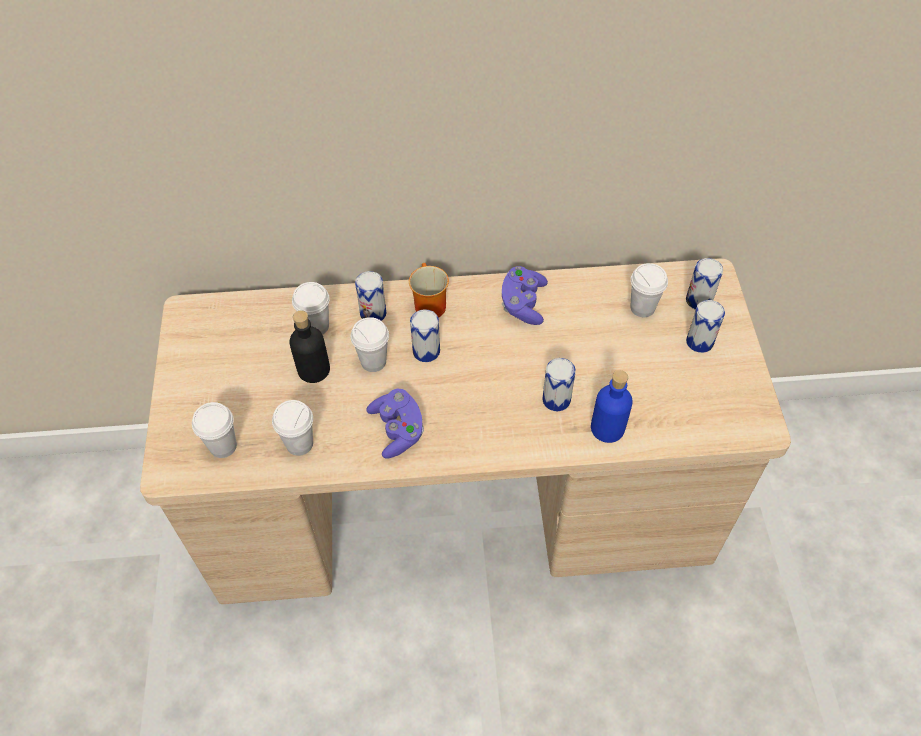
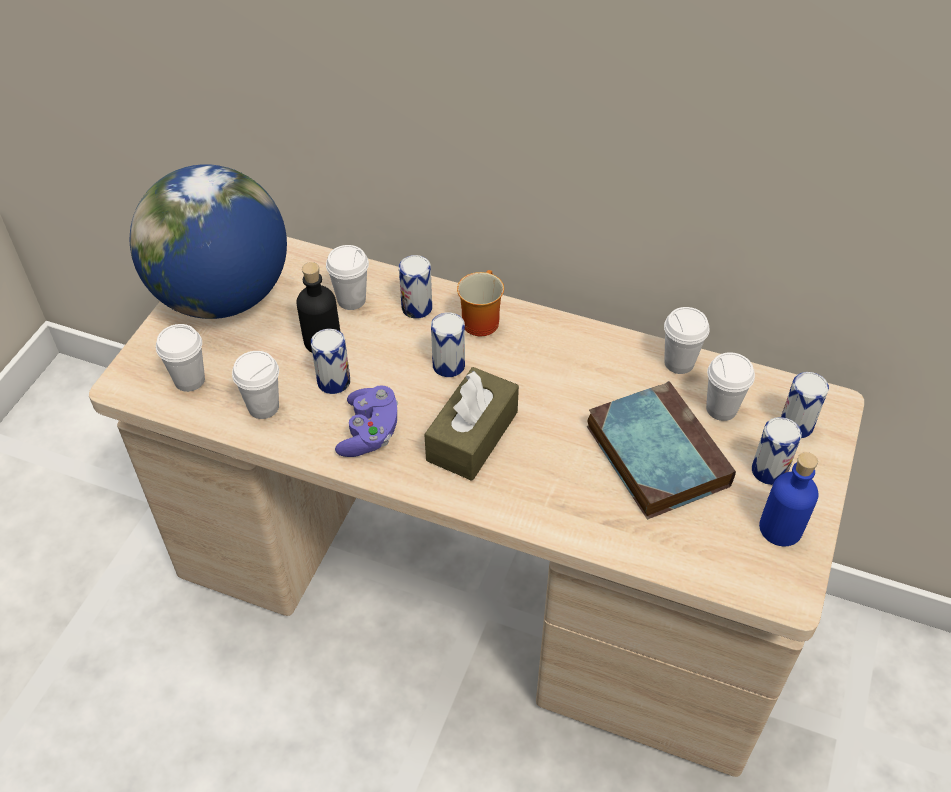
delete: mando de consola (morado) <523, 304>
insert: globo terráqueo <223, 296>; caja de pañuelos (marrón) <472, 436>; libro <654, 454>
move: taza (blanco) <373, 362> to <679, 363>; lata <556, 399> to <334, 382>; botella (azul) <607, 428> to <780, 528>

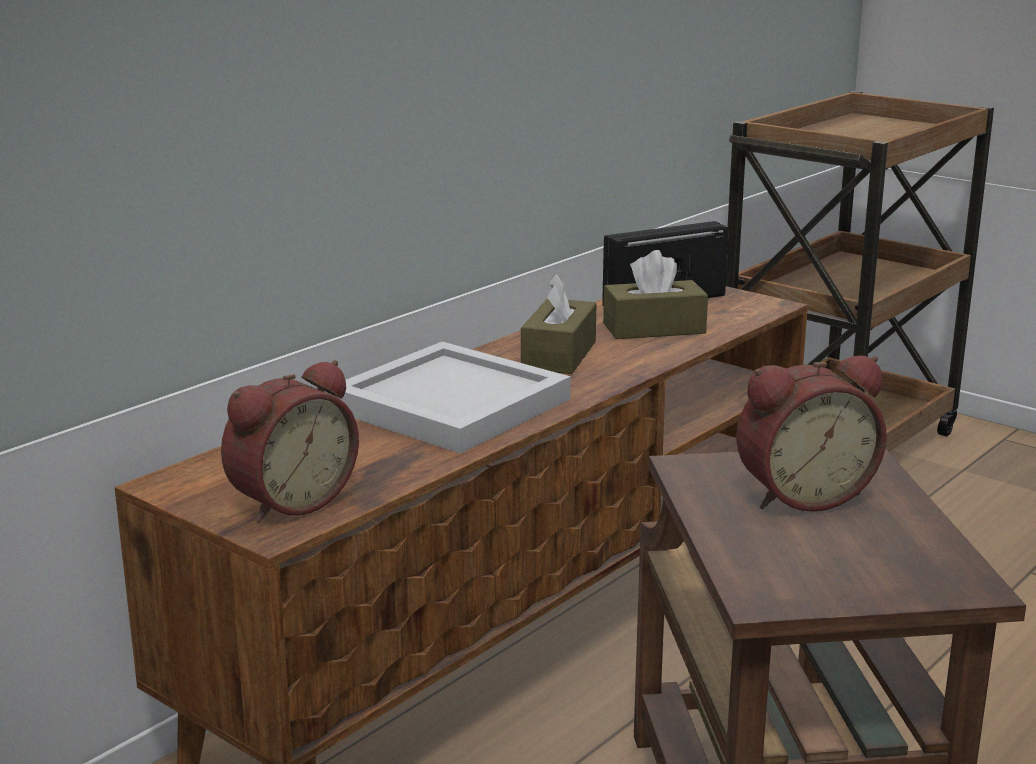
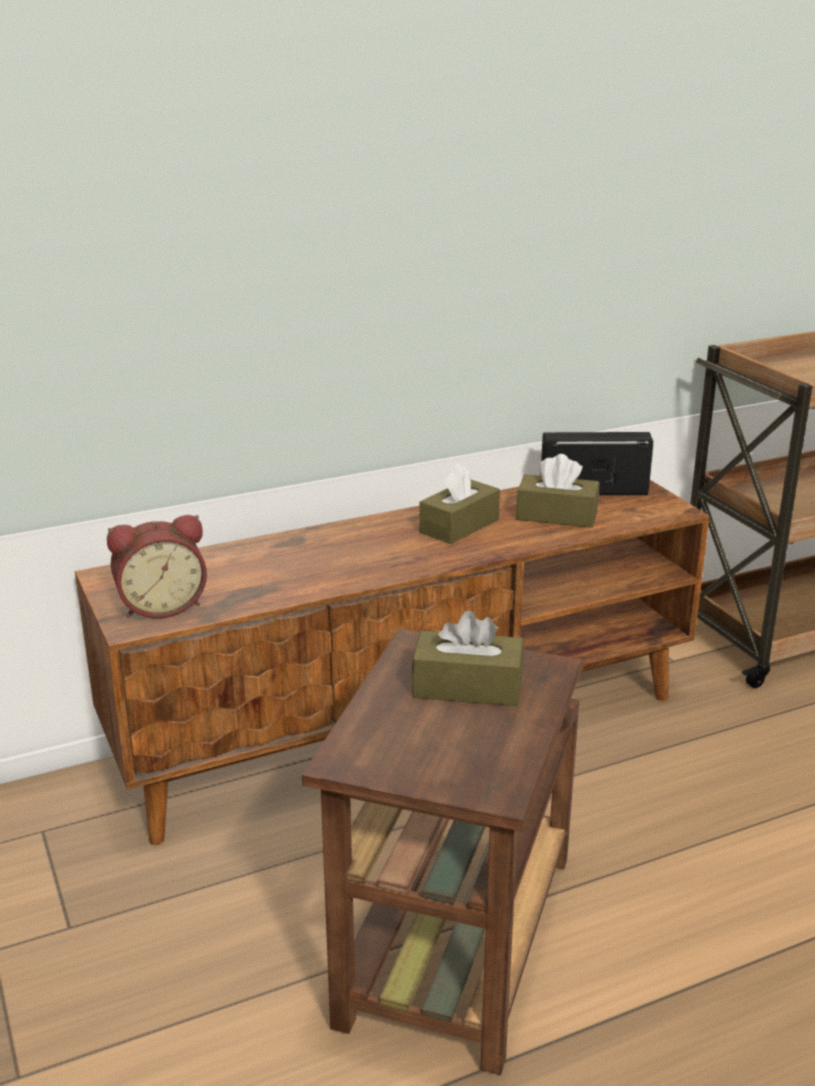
delete: bandeja (blanco) <451, 406>
replace: despertador <801, 495> to caja de pañuelos (marrón) <467, 687>

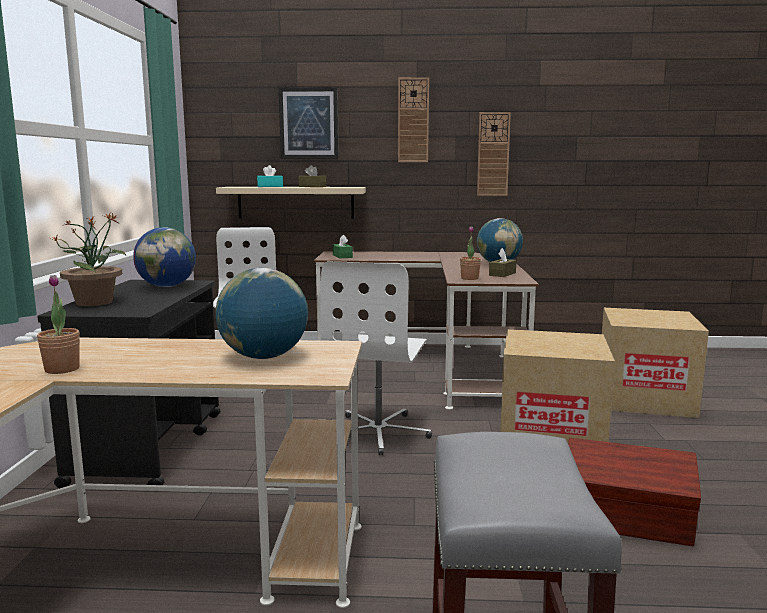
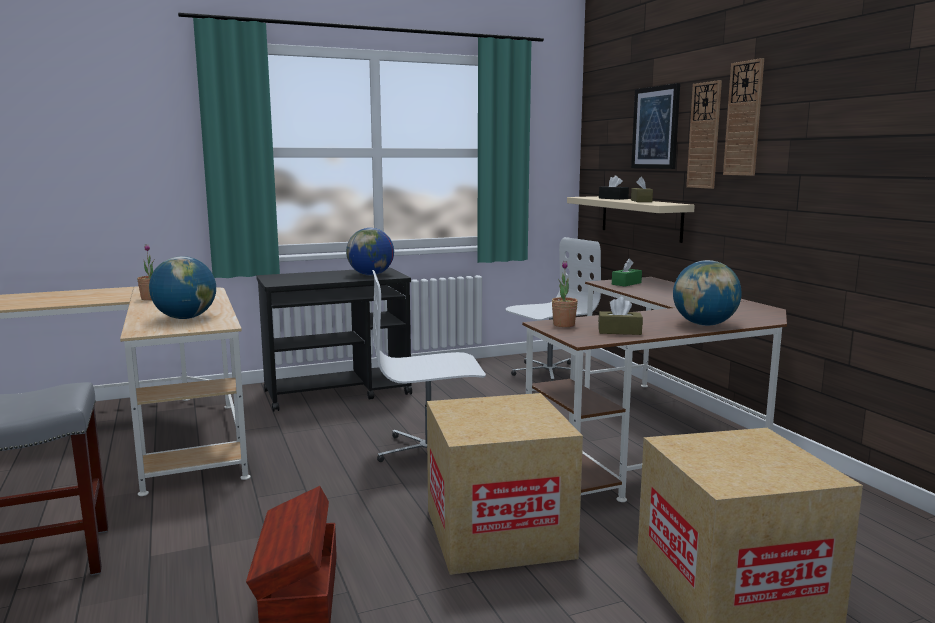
delete: planta en maceta <95, 302>
move: reloj de pared <493, 154> to <704, 135>
recolor: caja de pañuelos (turquesa) <270, 186> to caja de pañuelos (negro) <613, 198>

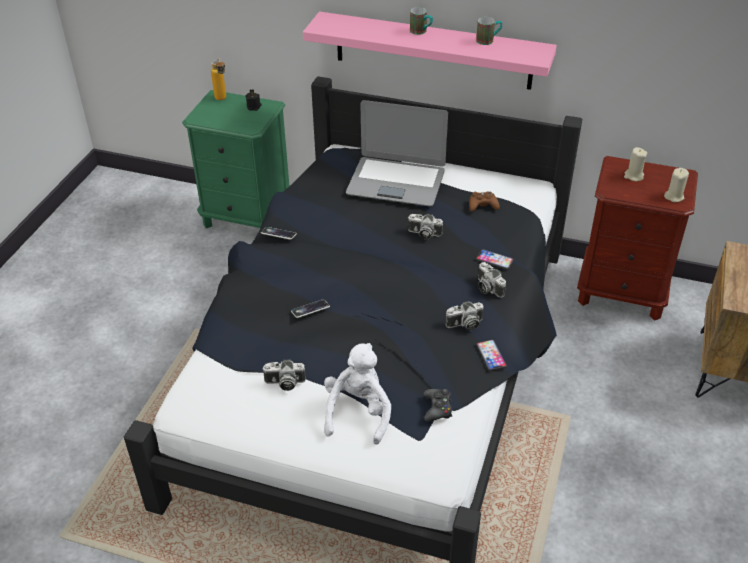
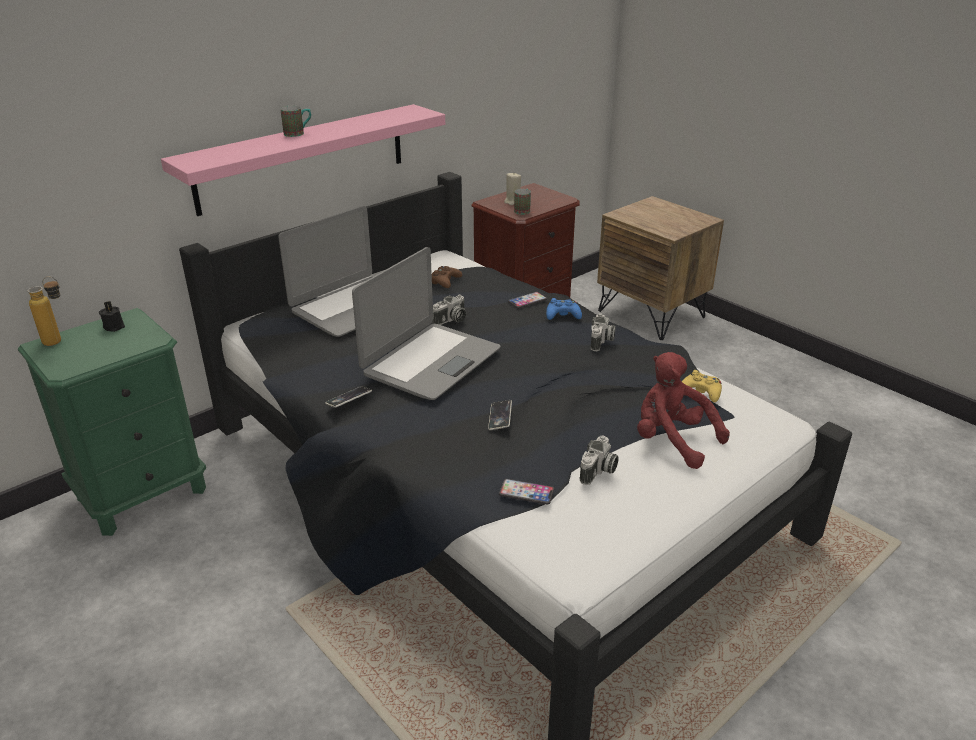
delete: vela (beis) <674, 196>
insert: portátil <430, 362>
move: taza grande <488, 40> to <523, 210>; móvil <491, 355> to <526, 492>
replace: cámara <487, 287> to mando de consola (azul) <562, 315>
recolor: peluche (blanco) <358, 412> to peluche (rojo) <672, 440>; mando de consola (negro) <437, 408> to mando de consola (amarillo) <701, 392>

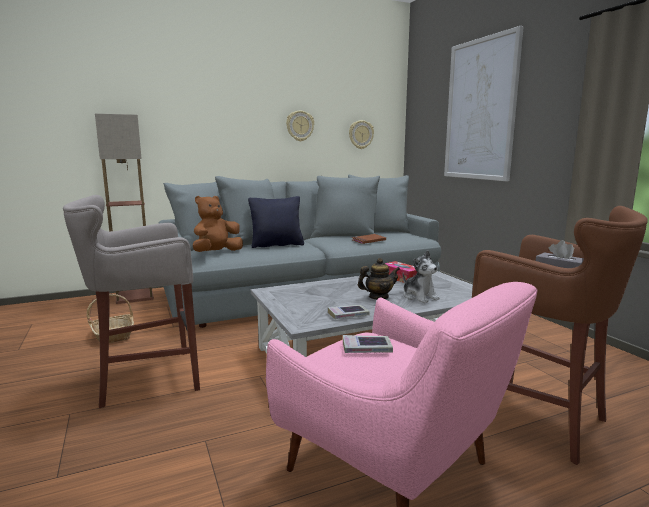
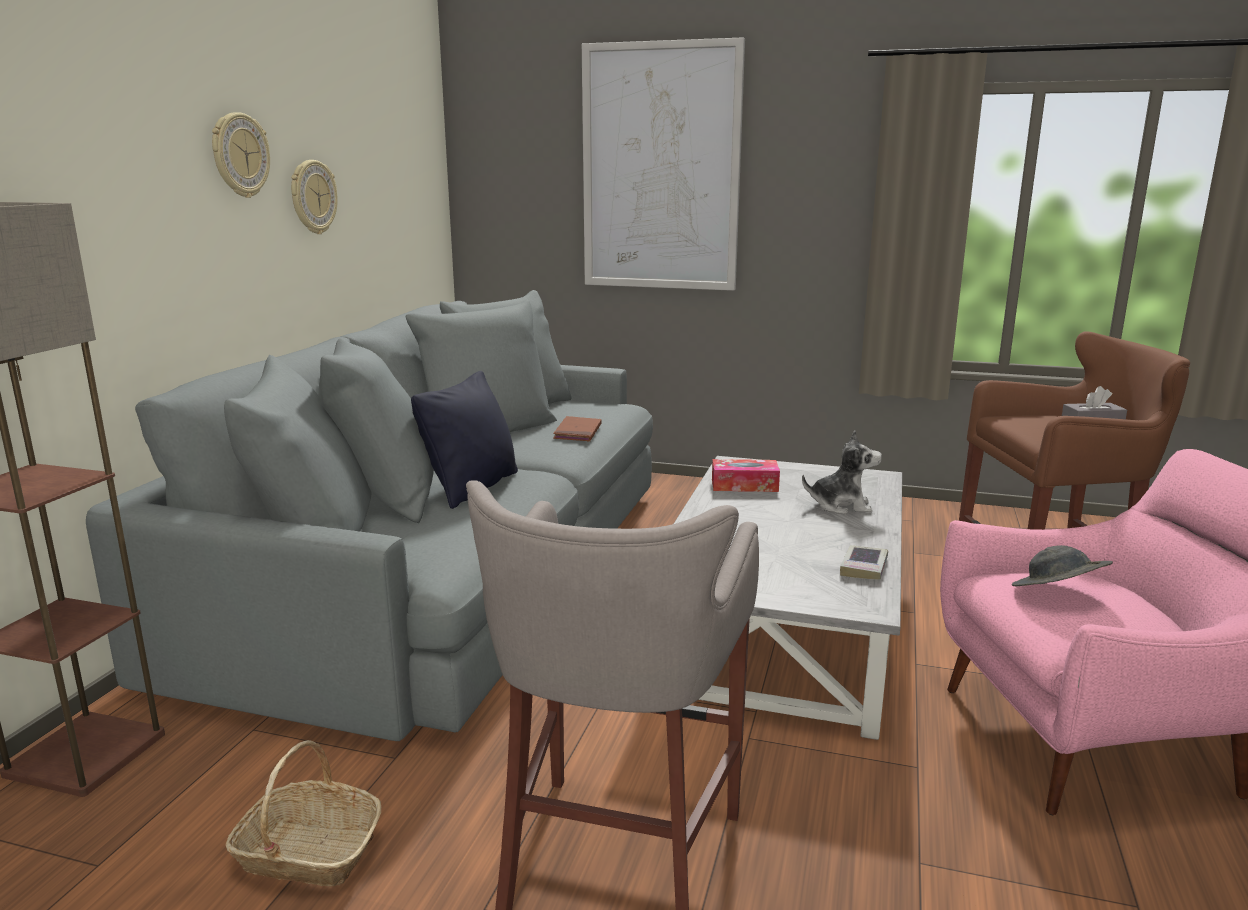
delete: peluche (marrón) <217, 253>; tetera <378, 297>
move: reloj de pared <361, 134> to <239, 155>
replace: libro <366, 348> to sombrero (gris) <1056, 595>

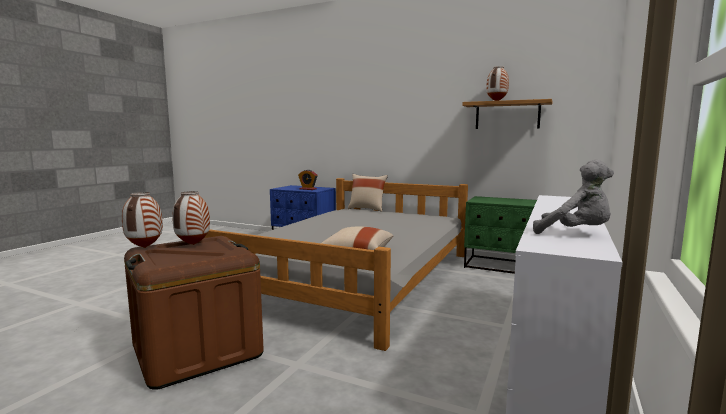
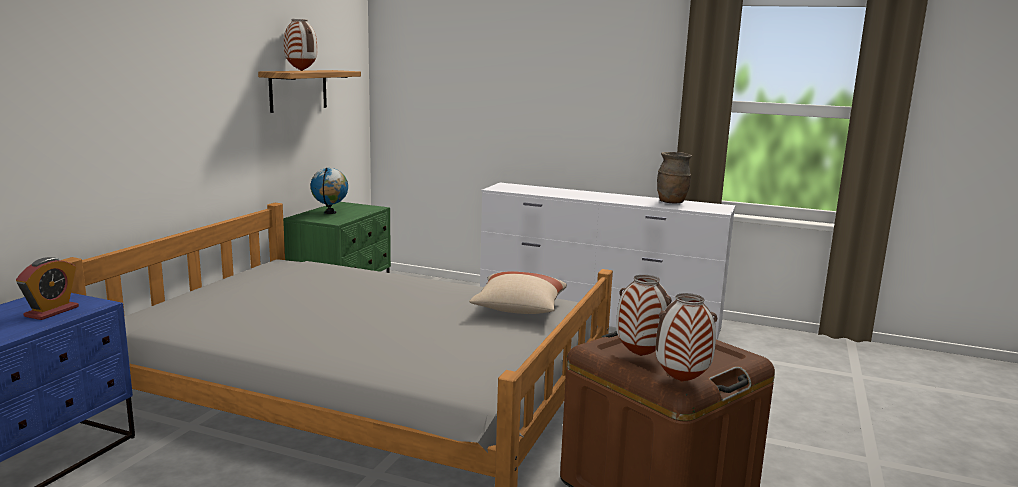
delete: cojín (beis) <367, 209>
insert: globo terráqueo <330, 212>
replace: peluche (gris) <575, 233> to florero (marrón) <672, 202>

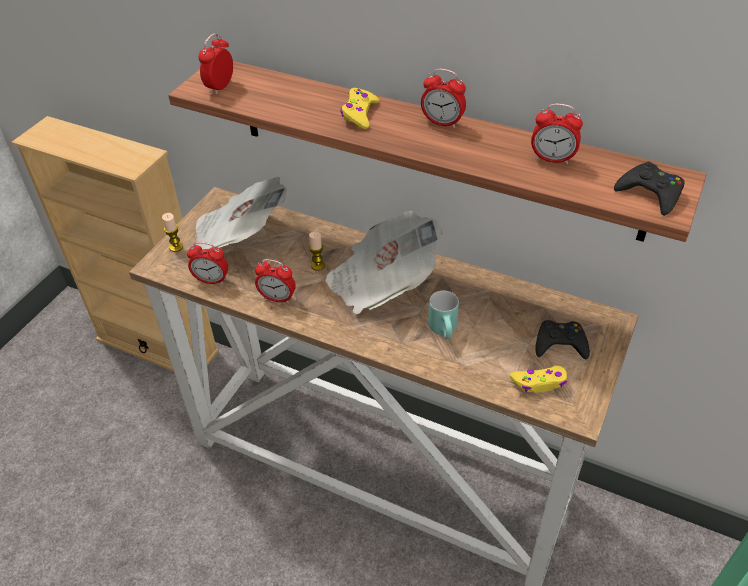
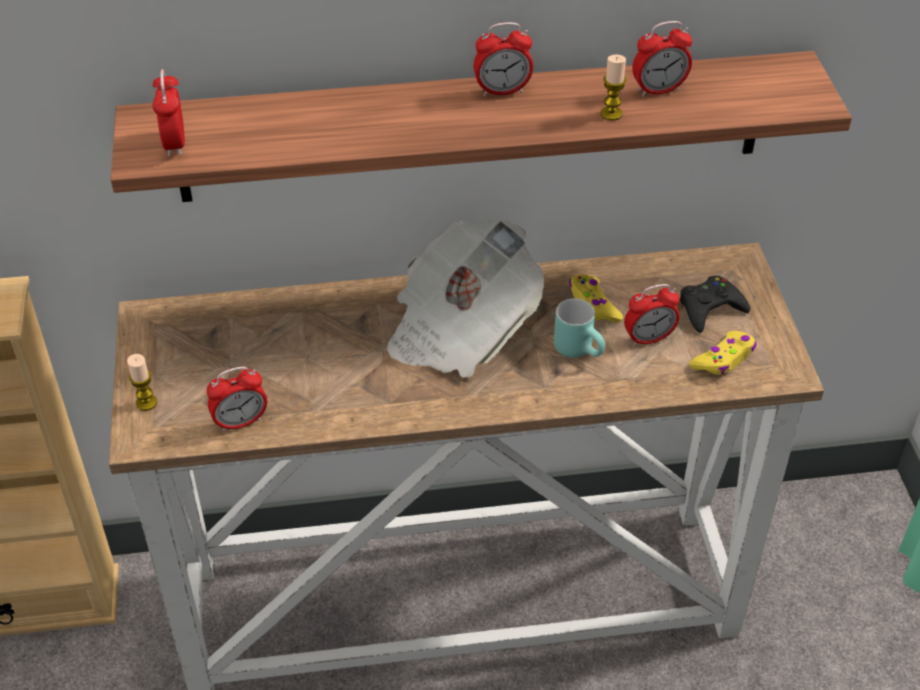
delete: periódico <240, 236>; mando de consola (negro) <650, 193>
move: despertador <277, 298> to <648, 339>; vela <318, 265> to <611, 114>; mando de consola (amarillo) <359, 114> to <593, 305>

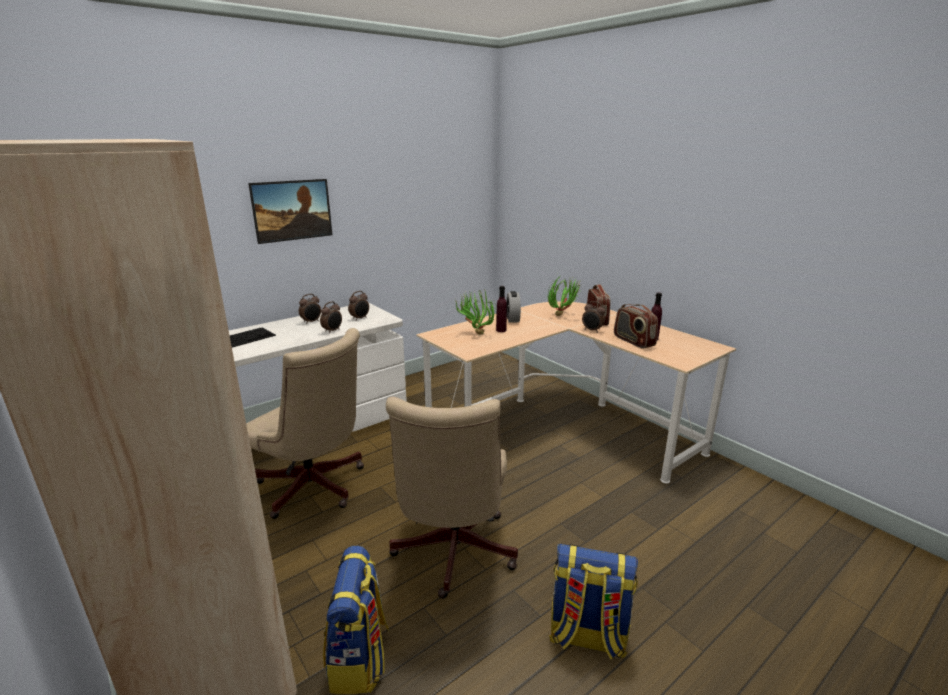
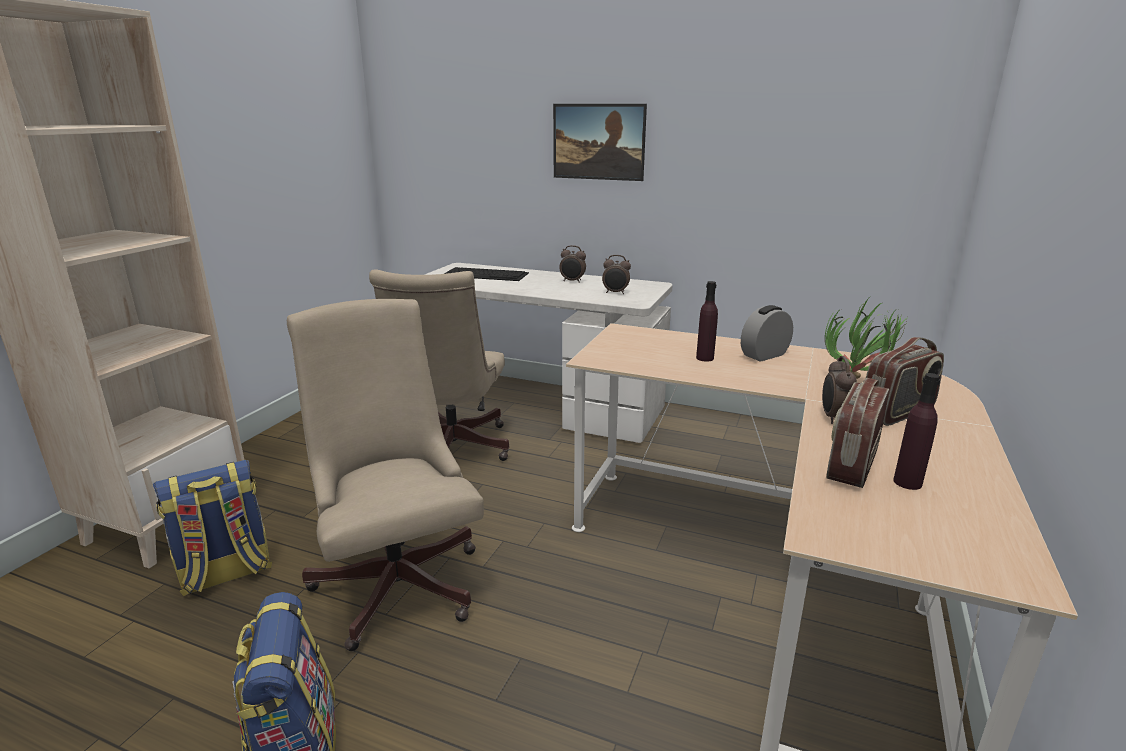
delete: despertador <332, 331>; planta en maceta <475, 333>
rotate: silla de oficina (beis) <452, 554> = <398, 578> 90 degrees clockwise

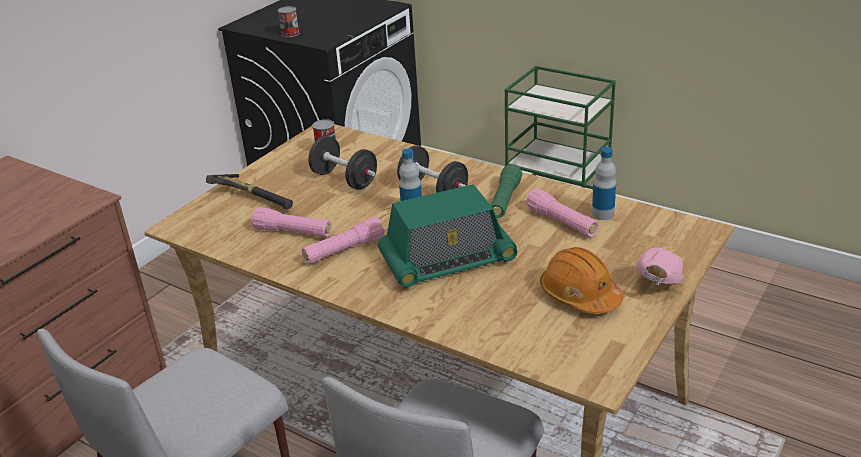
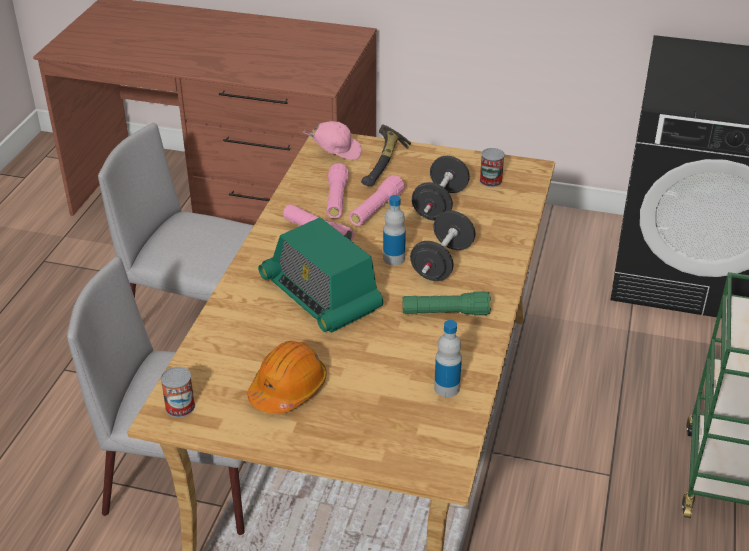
move: lata <290, 34> to <180, 407>; linterna (rosa) <561, 222> to <376, 209>; gorra (rosa) <657, 285> to <336, 152>

